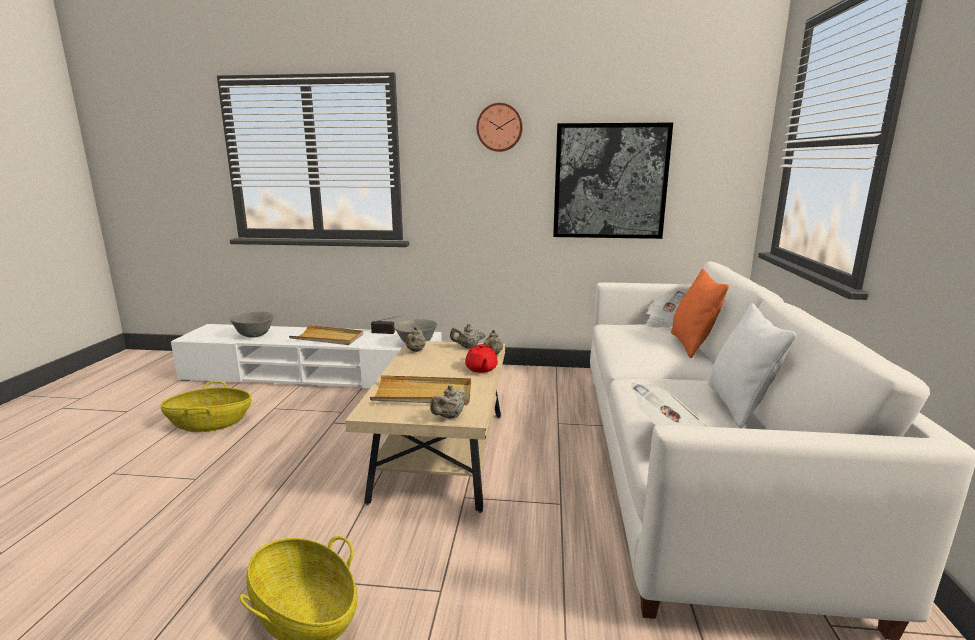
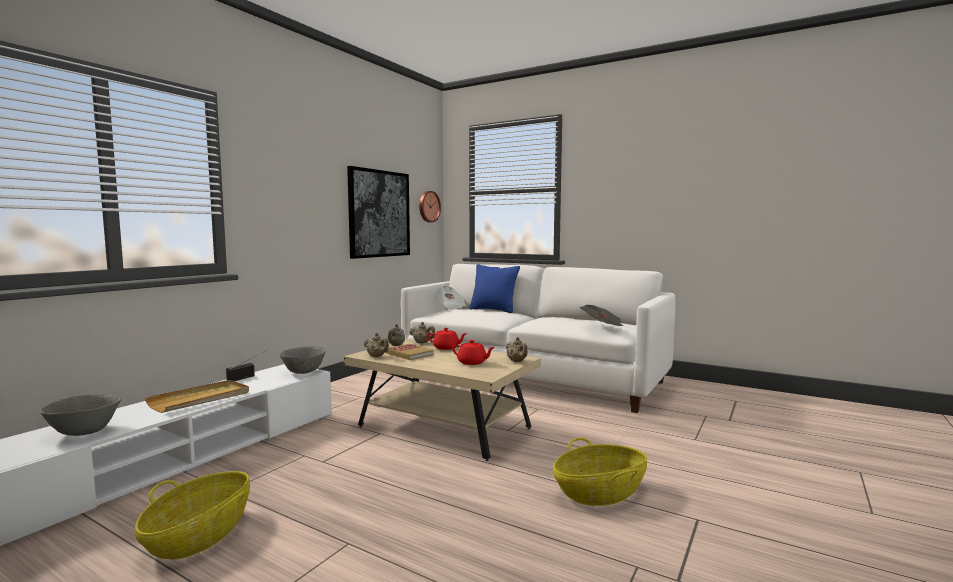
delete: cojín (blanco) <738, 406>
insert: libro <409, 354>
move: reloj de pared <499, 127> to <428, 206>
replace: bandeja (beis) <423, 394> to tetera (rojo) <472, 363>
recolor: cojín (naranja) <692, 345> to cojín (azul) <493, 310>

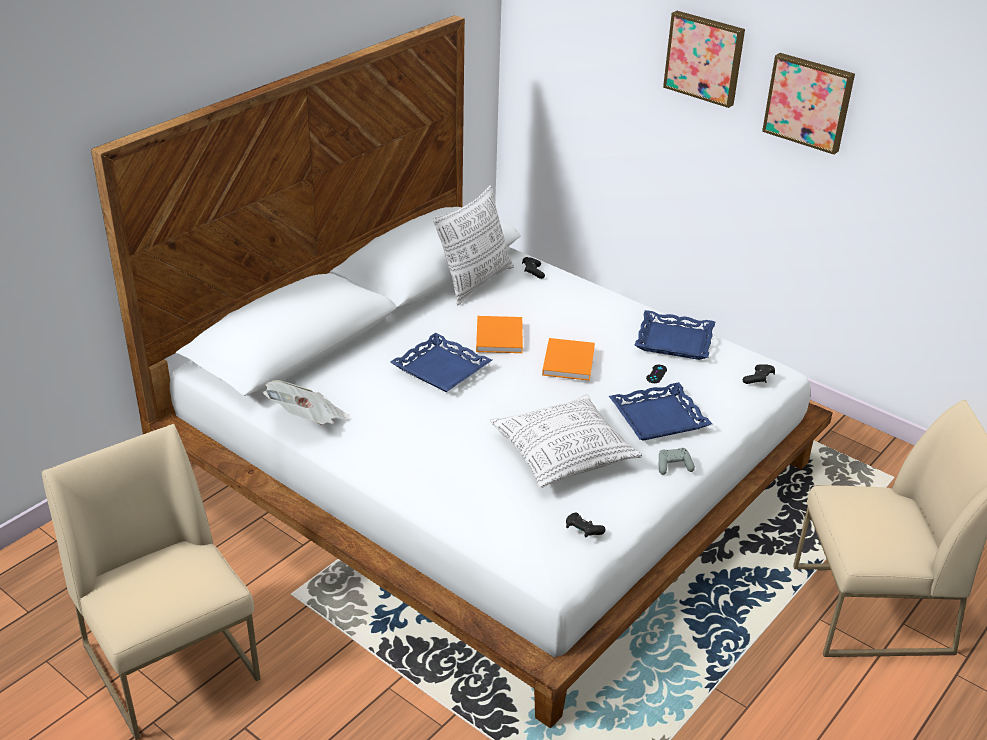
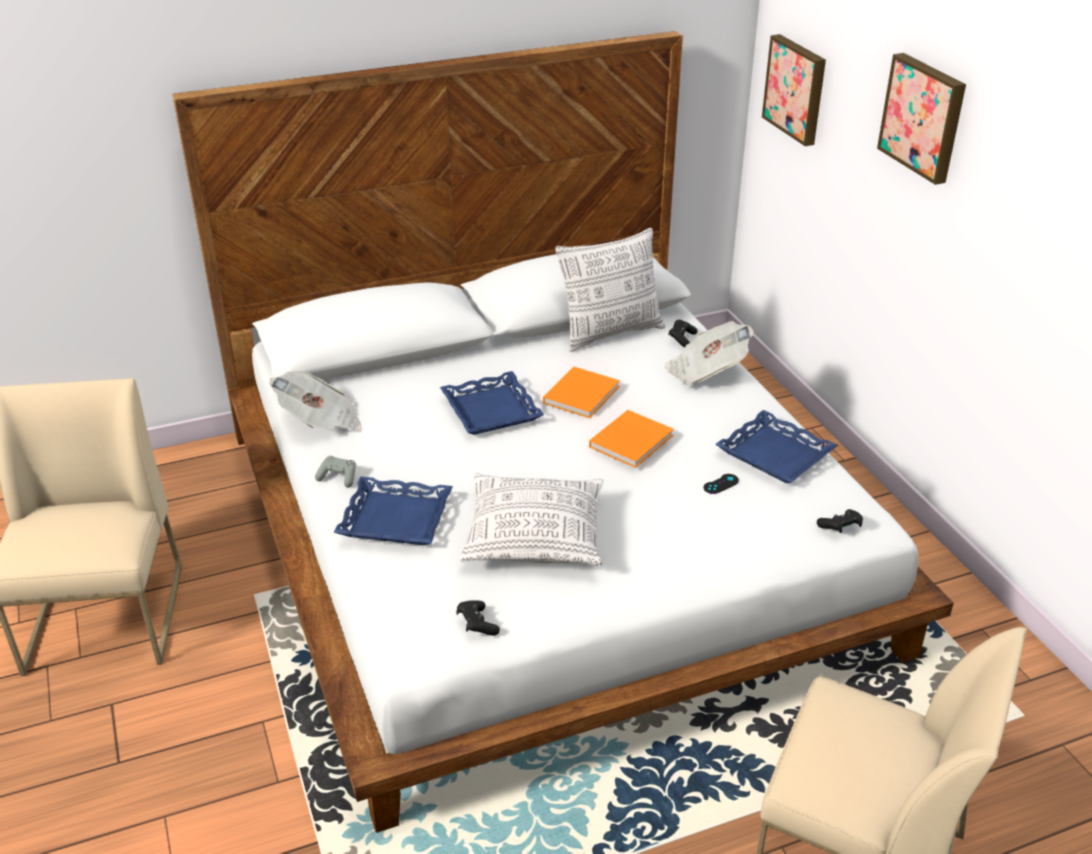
insert: periódico <706, 371>
move: bandeja (azul) <658, 417> to <396, 518>; mando de consola (gris) <673, 466> to <338, 477>; cuadro <809, 102> to <796, 89>

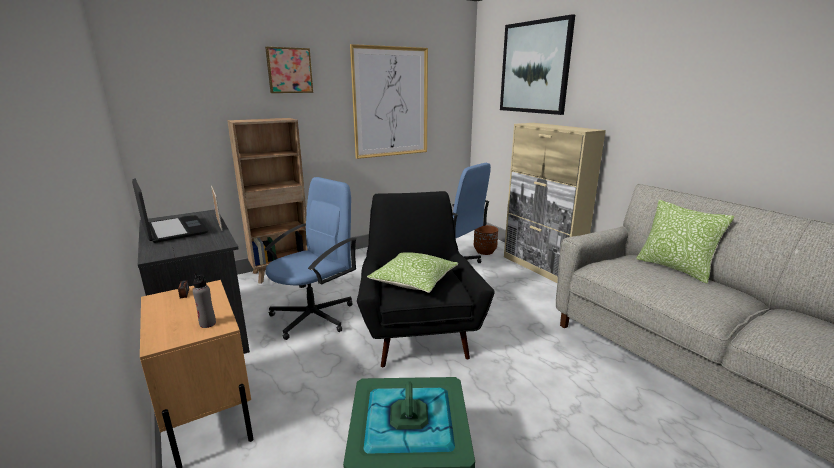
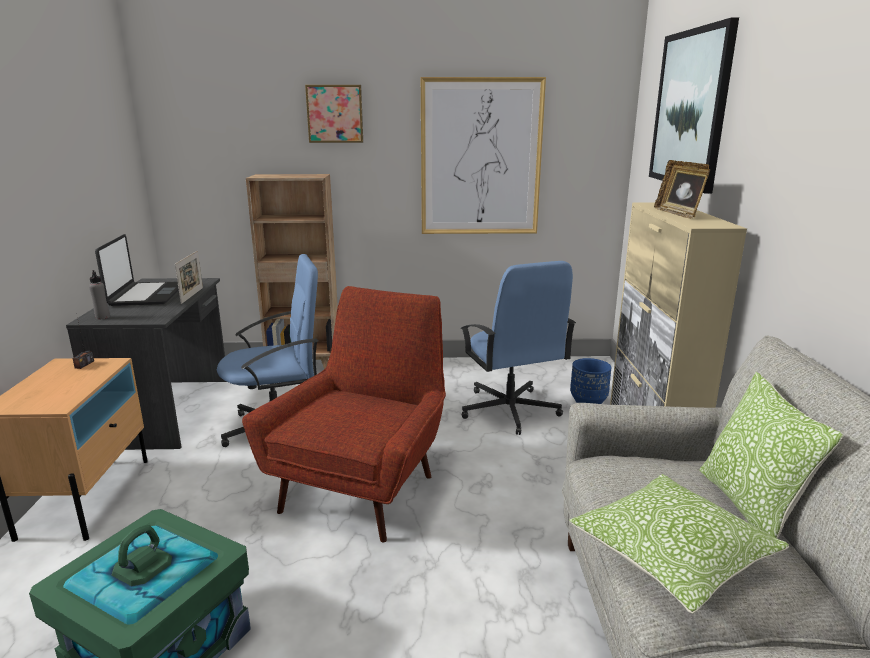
insert: portarretratos <678, 214>
move: botella (gris) <208, 324> to <102, 317>; cojín <414, 281> to <672, 555>
recolor: sillón (negro) <418, 333> to sillón (rojo) <363, 487>; maceta (marrón) <485, 251> to maceta (azul) <588, 401>

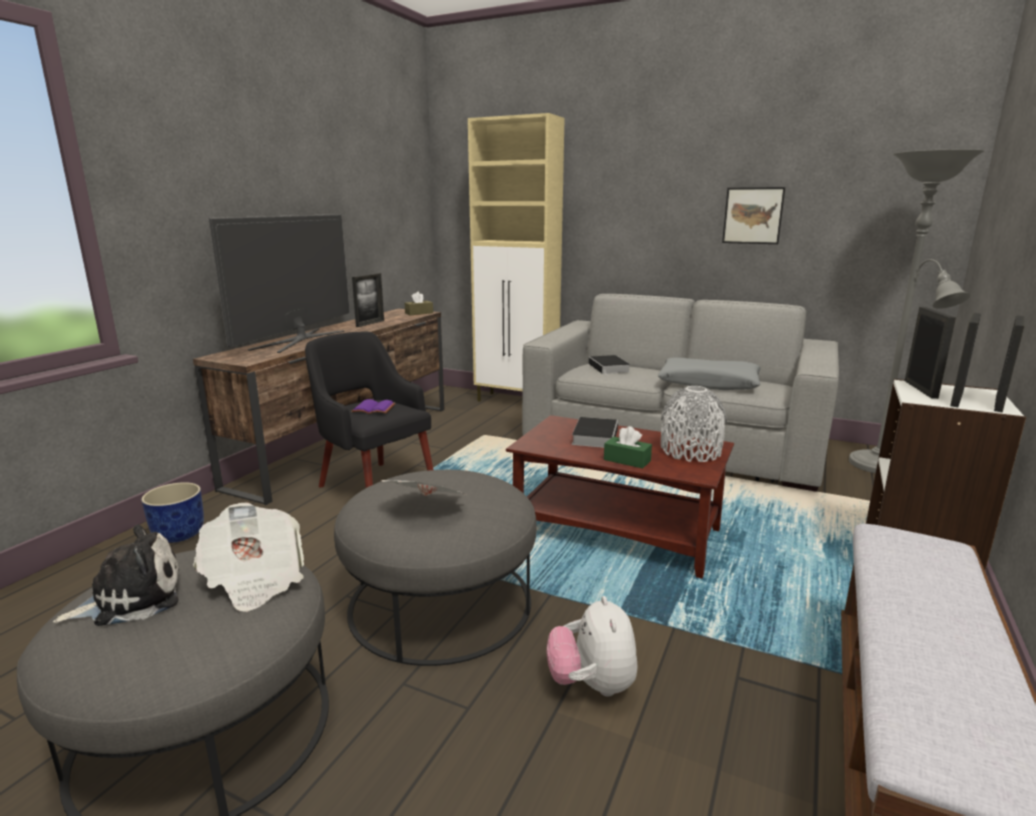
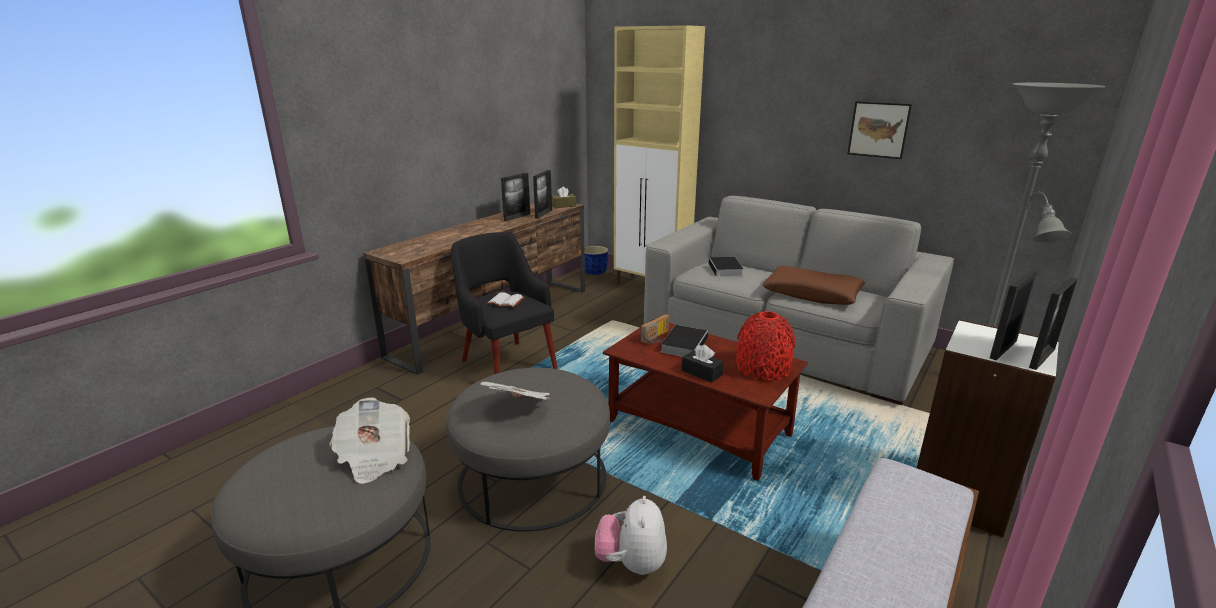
delete: peluche <131, 598>; televisor <299, 340>
insert: radio <656, 338>
move: maceta (azul) <179, 534> to <594, 272>; portarretratos <920, 389> to <543, 214>
recolor: libro (morado) <372, 409> to libro (blanco) <504, 302>; caja de pañuelos (verde) <627, 460> to caja de pañuelos (negro) <701, 373>; cojín (gris) <708, 383> to cojín (marrón) <812, 294>; florero (gris) <690, 451> to florero (rojo) <763, 368>

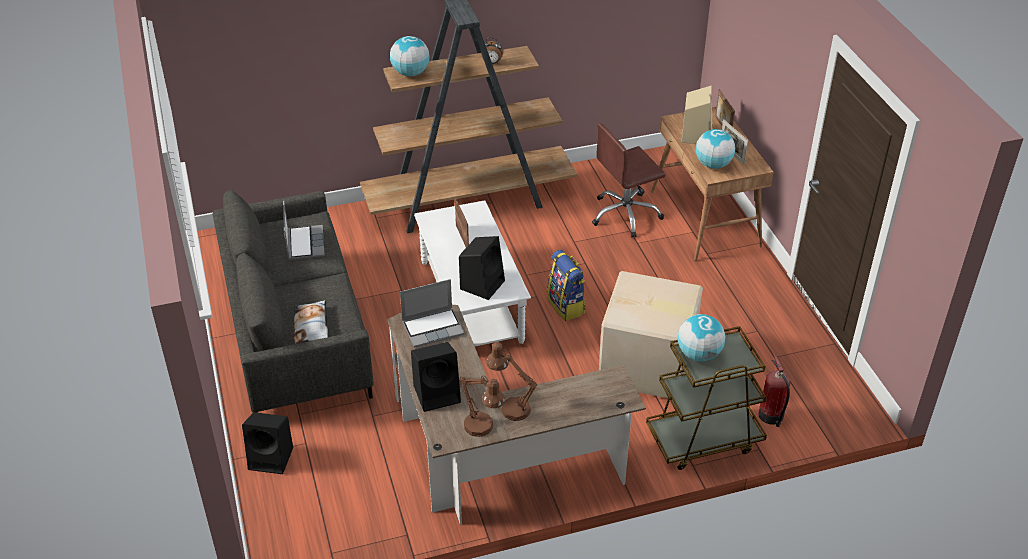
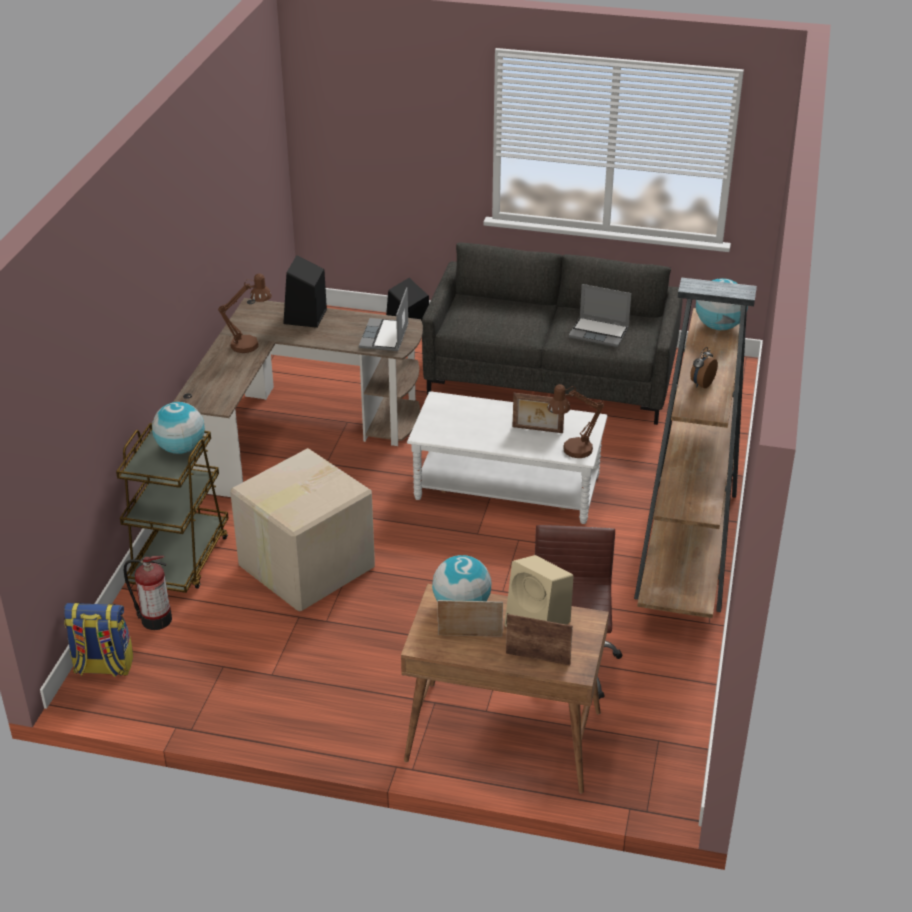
delete: cojín <312, 326>; altavoz (negro) <482, 284>
move: lámpara de mesa (marrón) <483, 429> to <571, 450>; mochila <566, 306> to <103, 666>

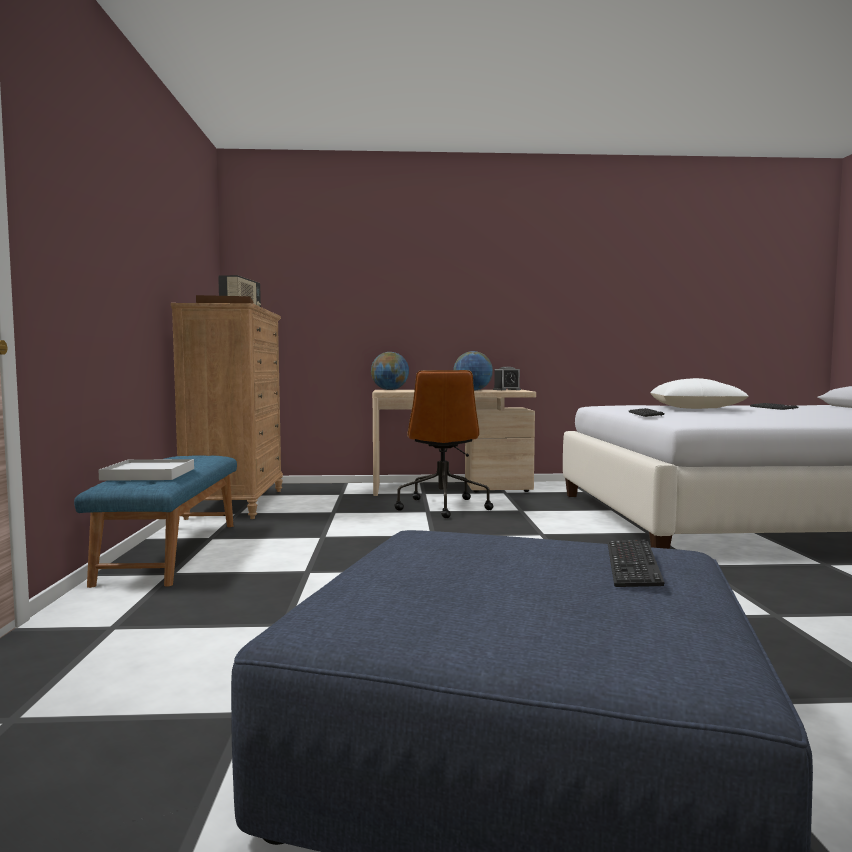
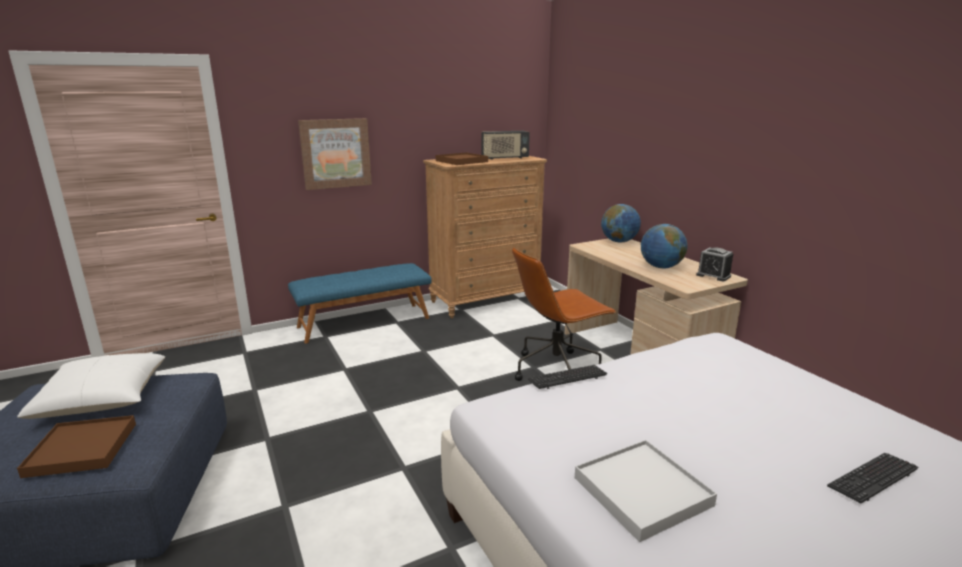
insert: cuadro <335, 153>
move: bandeja (blanco) <148, 474> to <641, 491>; cojín (blanco) <695, 408> to <102, 398>
replace: teclado <632, 565> to bandeja (marrón) <82, 449>

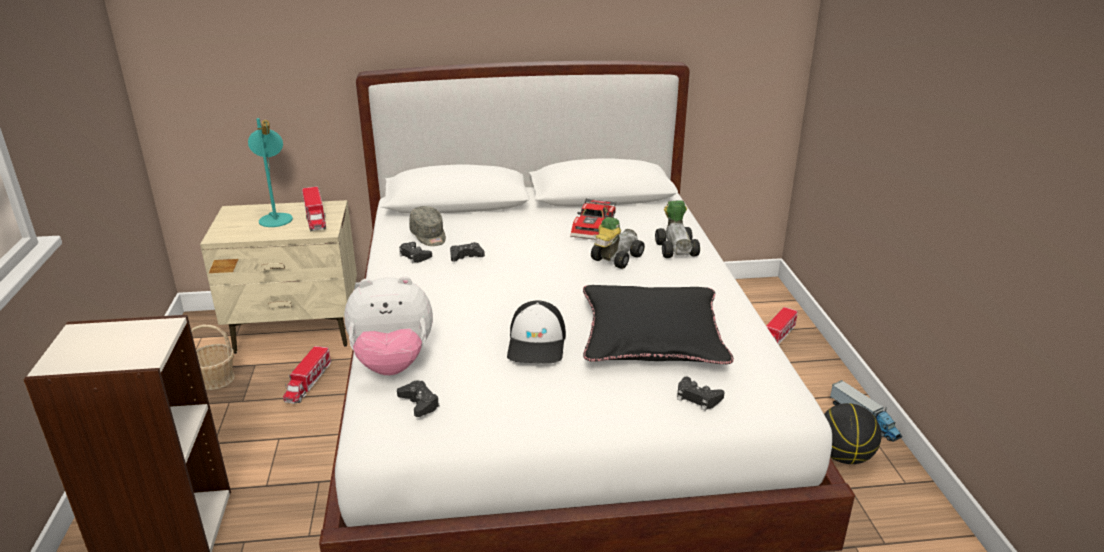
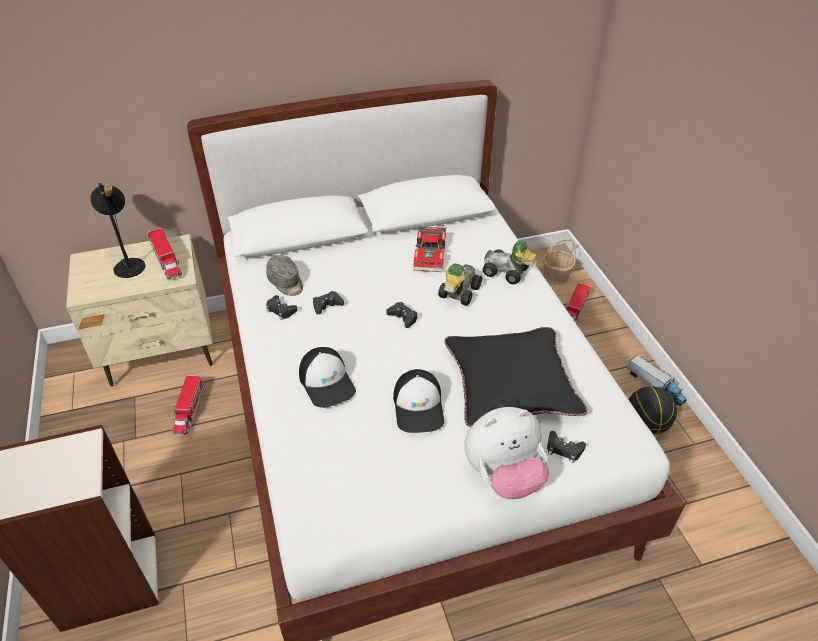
insert: gorra <327, 382>
move: cesta <215, 379> to <555, 276>; peluche <392, 364> to <503, 475>; mando de consola (negro) <419, 403> to <403, 317>
recolor: lámpara de mesa (turquesa) <276, 217> to lámpara de mesa (negro) <129, 264>
rotate: coche de juguete <677, 248> = <507, 274> 135 degrees clockwise

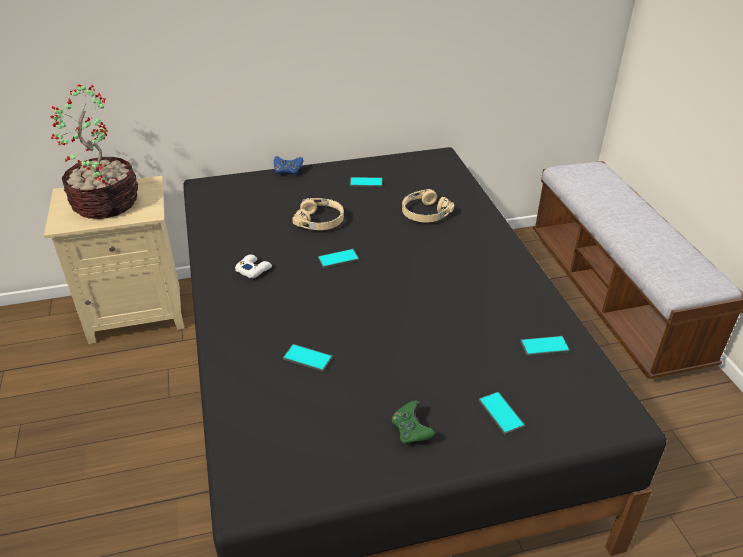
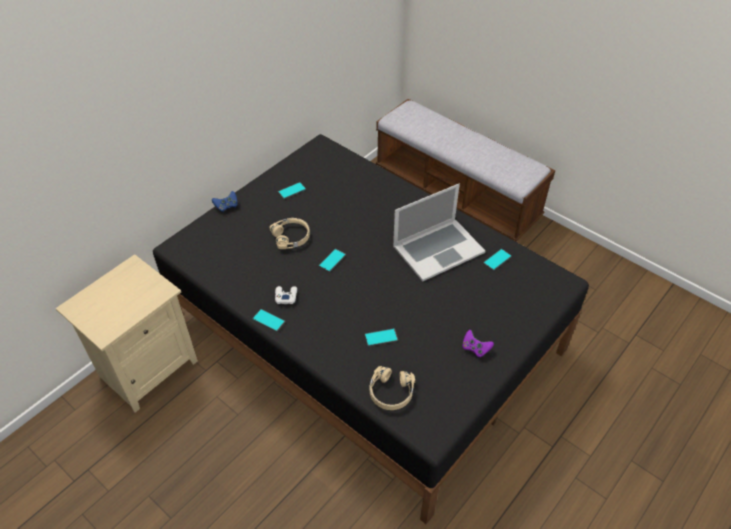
delete: planta en maceta <106, 202>
insert: portátil <438, 249>
move: auriculares (beis) <424, 213> to <391, 392>; móvil <501, 413> to <269, 320>
recolor: mando de consola (verde) <411, 431> to mando de consola (morado) <475, 348>

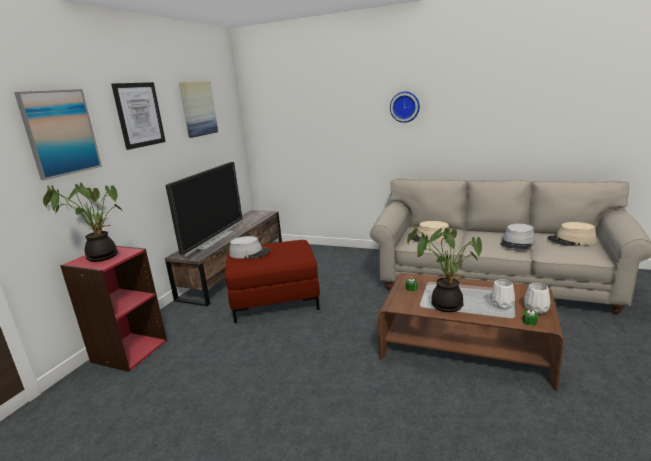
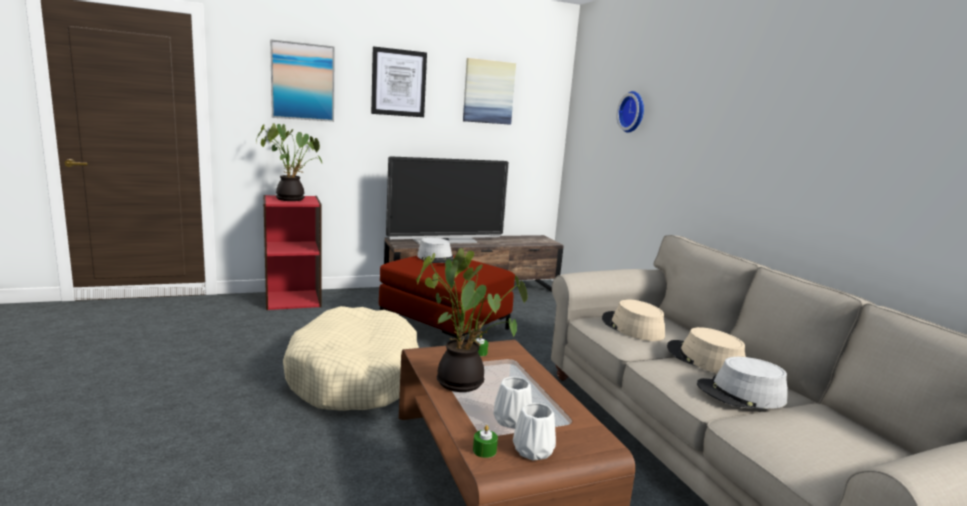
insert: cama para perro (beis) <355, 376>
move: reloj de pared <405, 107> to <633, 112>; sombrero (beis) <571, 240> to <704, 359>

